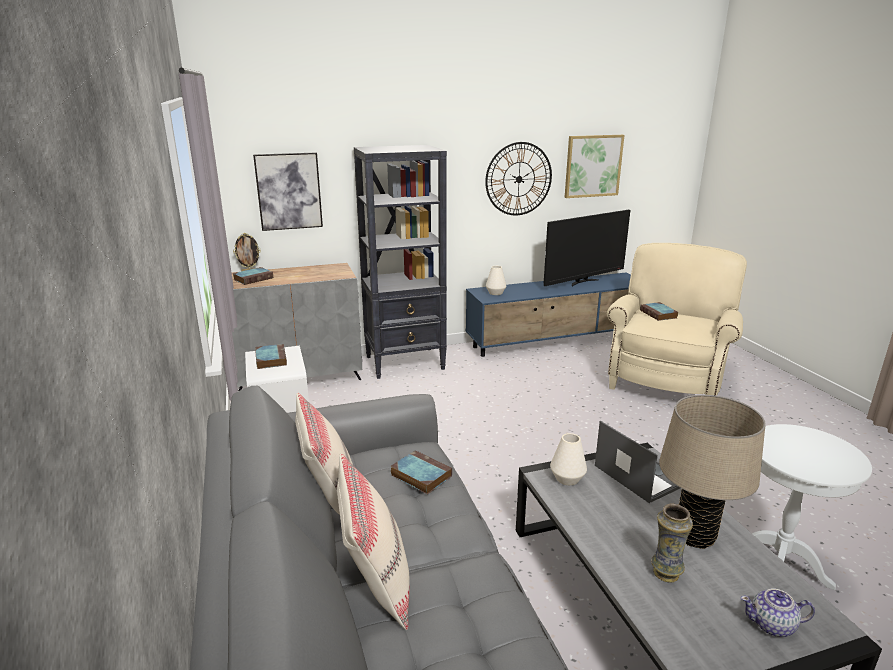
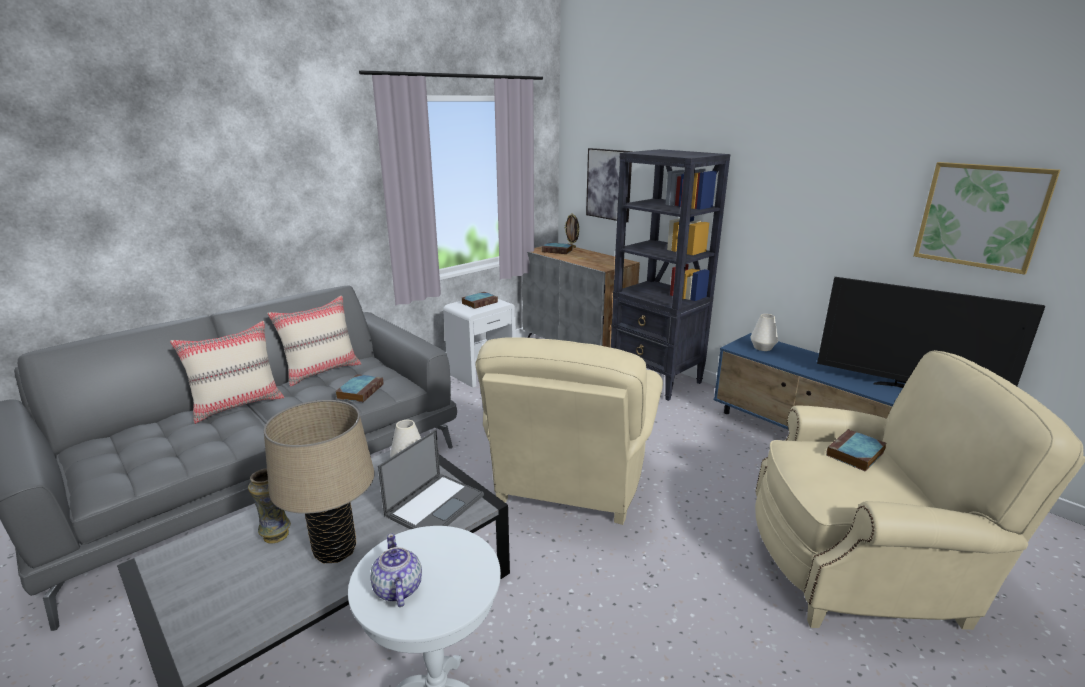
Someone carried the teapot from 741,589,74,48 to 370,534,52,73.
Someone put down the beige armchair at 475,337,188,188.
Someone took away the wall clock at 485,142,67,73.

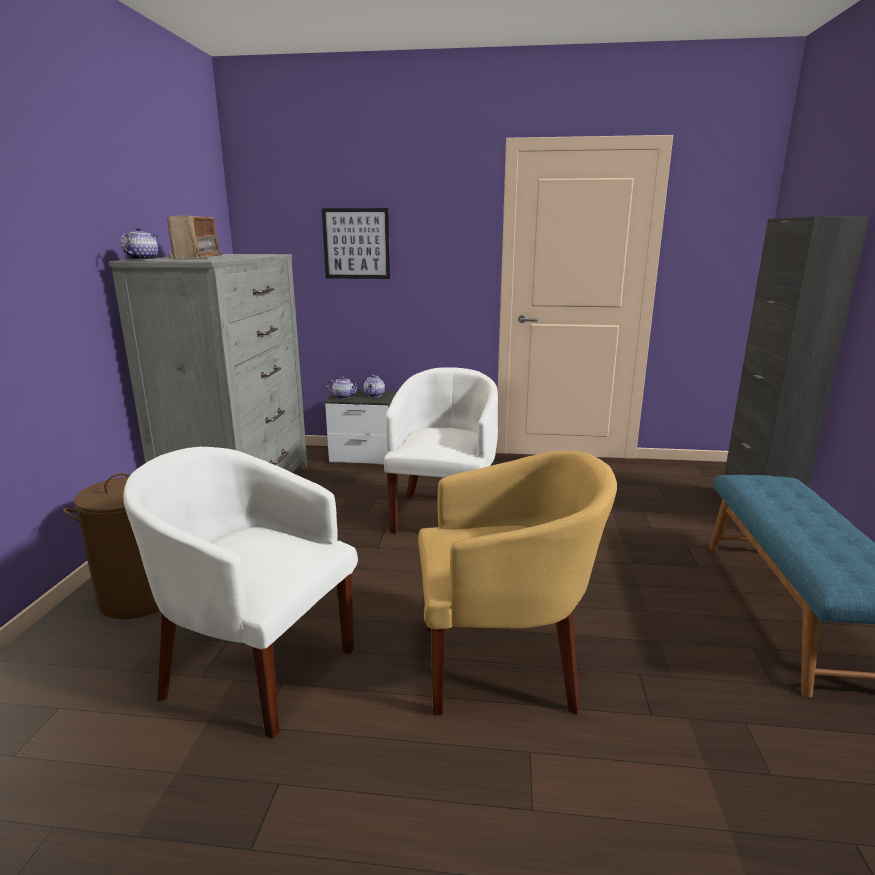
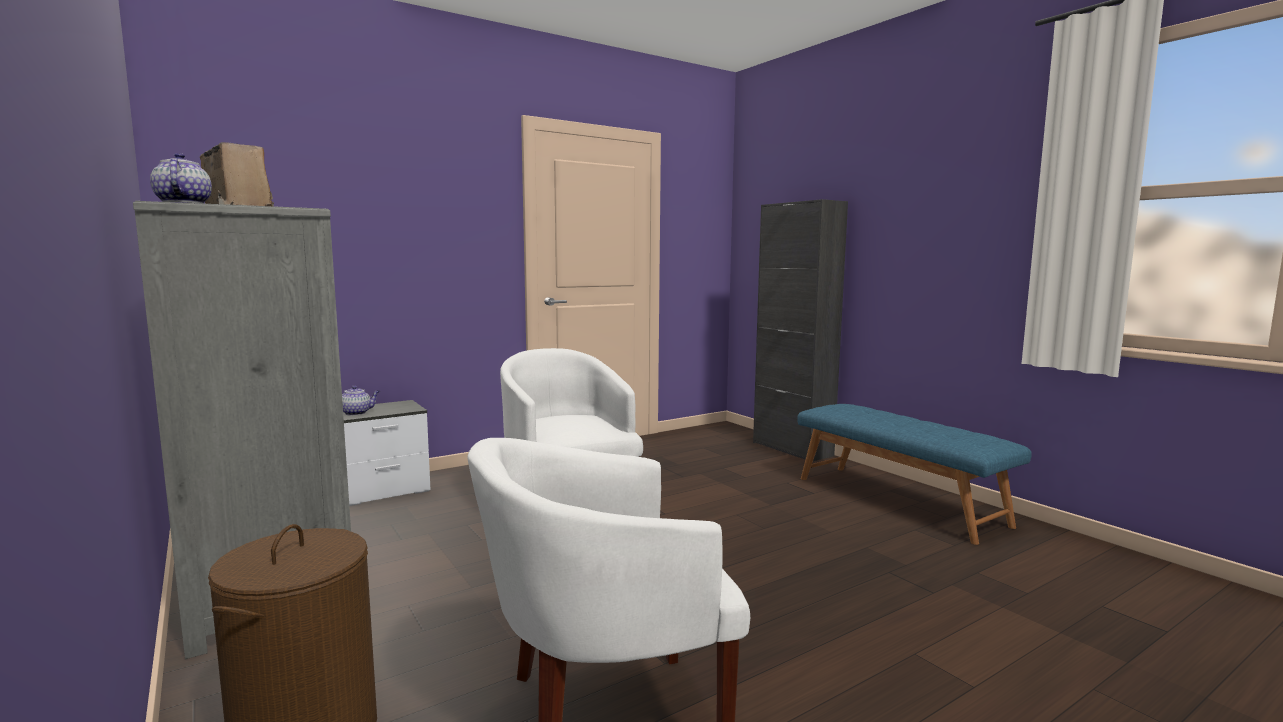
Someone took away the picture at 322,208,68,71.
Someone took away the teapot at 363,375,22,22.
Someone took away the yellow armchair at 418,451,199,265.

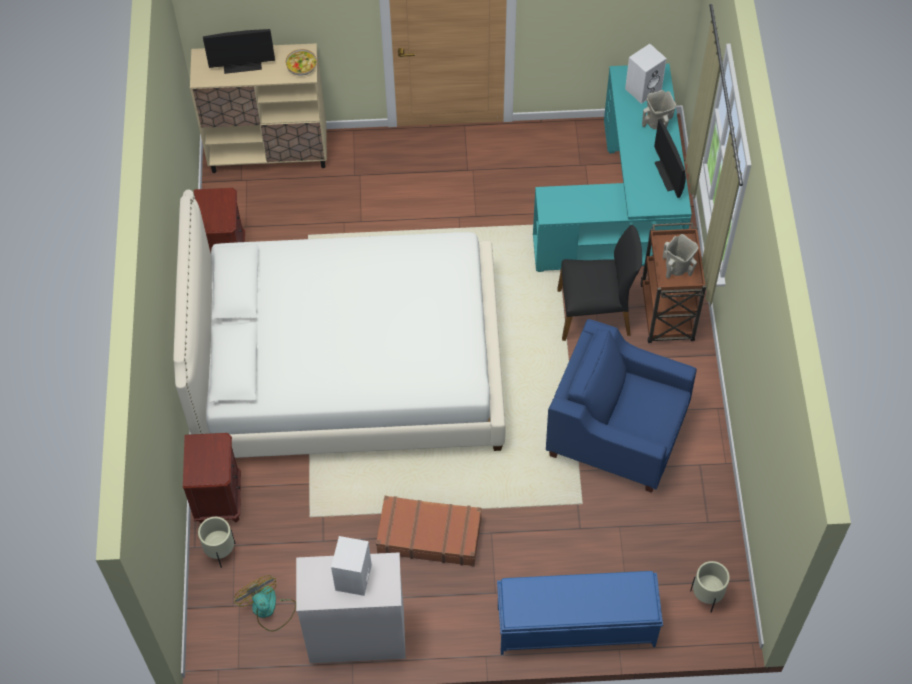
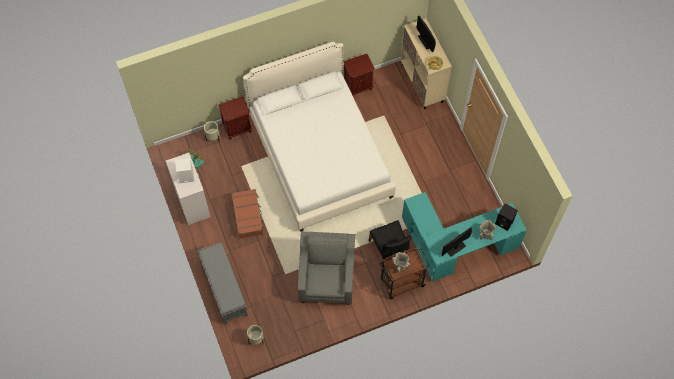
Someone repainted the blue bench at 497,571,166,84, which became the grey bench at 197,242,51,82.
Someone repainted the blue armchair at 546,319,151,174, which became the grey armchair at 298,231,57,74.
Someone repainted the white speaker at 625,44,42,60, which became the black speaker at 495,203,23,28.

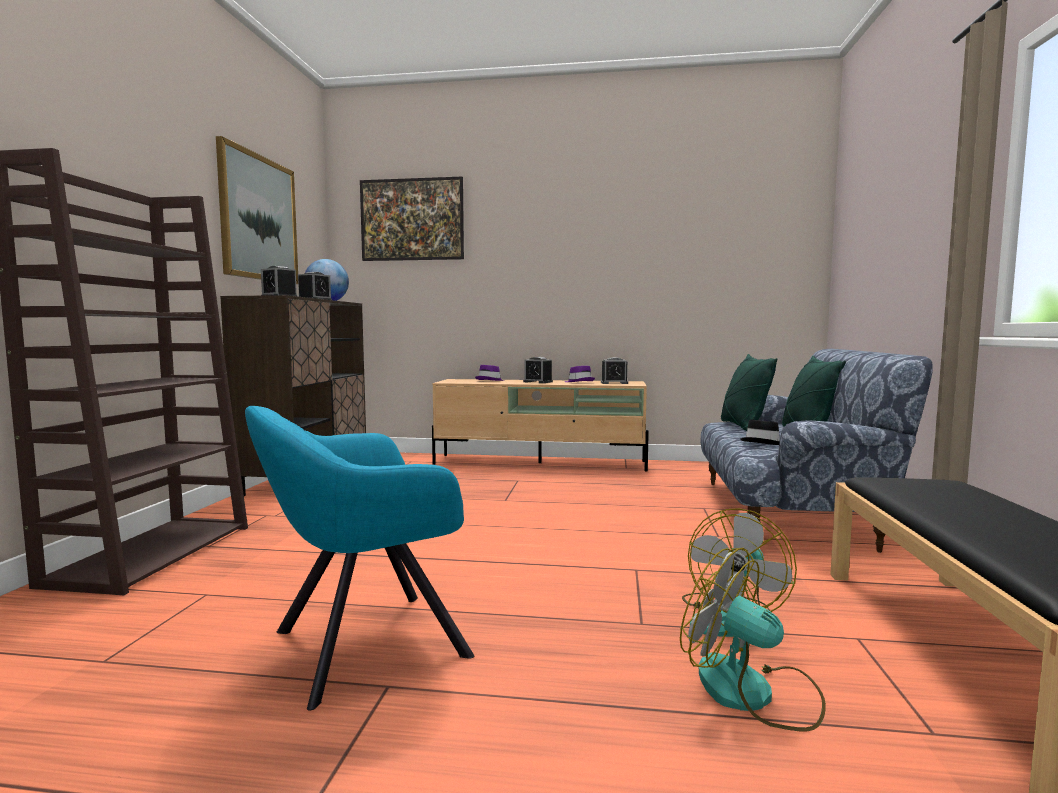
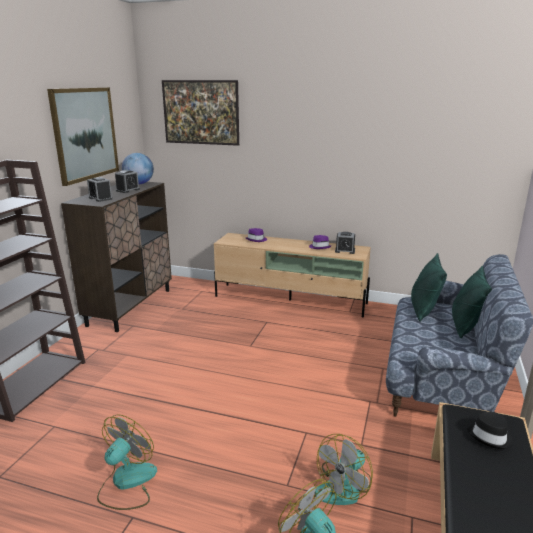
Someone swapped the turquoise armchair at 245,406,229,304 for the fan at 97,414,60,96.
Someone carried the black hat from 740,420,40,25 to 467,412,46,37.
Someone took away the alarm clock at 523,357,30,26.

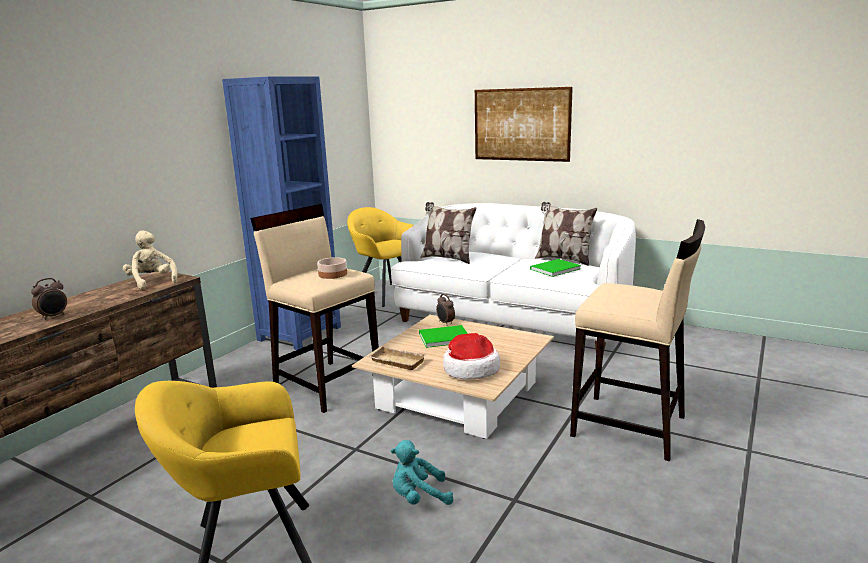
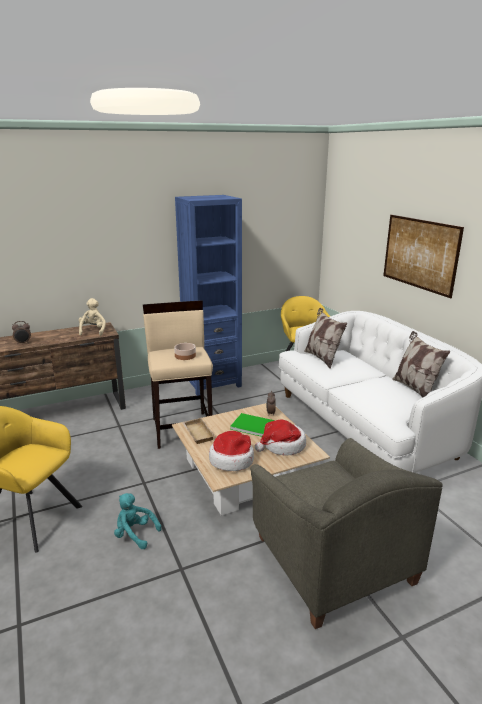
Someone swapped the beige stool at 570,219,135,242 for the grey armchair at 250,438,193,191.
Someone put down the hat at 255,420,51,36.
Someone took away the green book at 530,259,51,18.

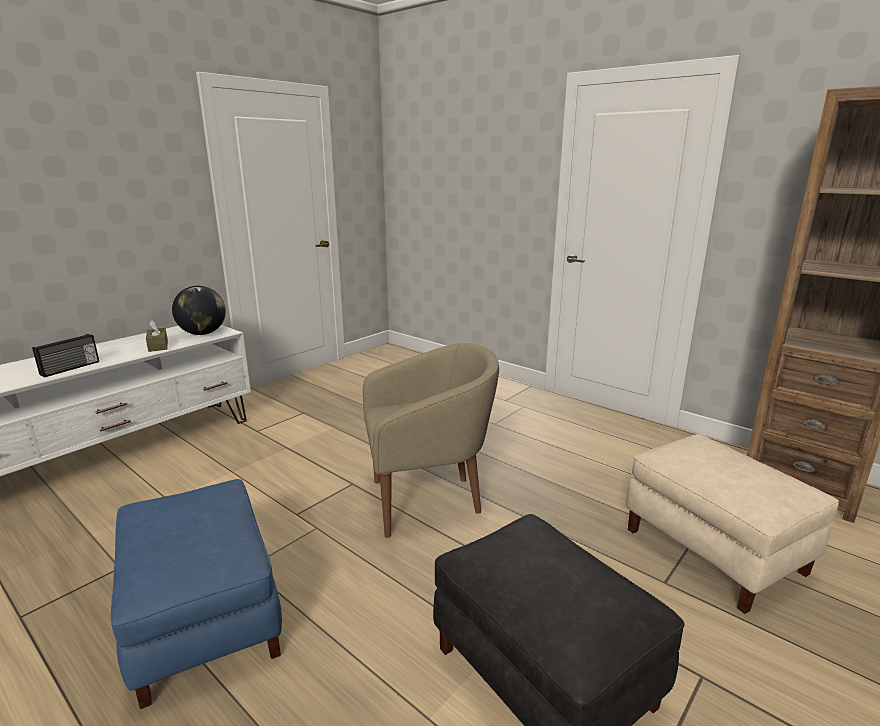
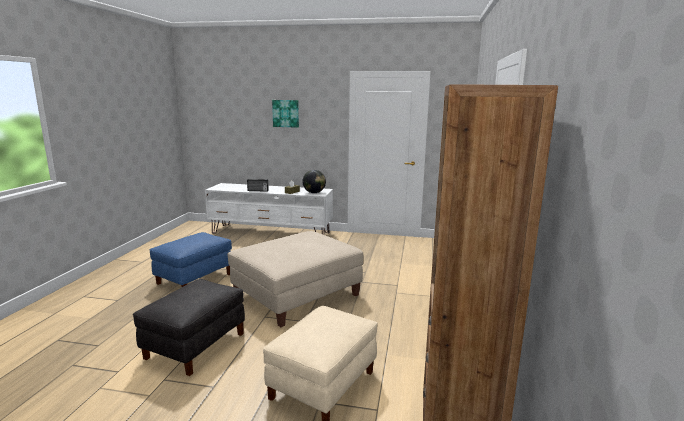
Someone swapped the beige armchair at 363,343,136,195 for the beige ottoman at 228,231,135,96.
Someone put up the picture at 272,100,27,28.

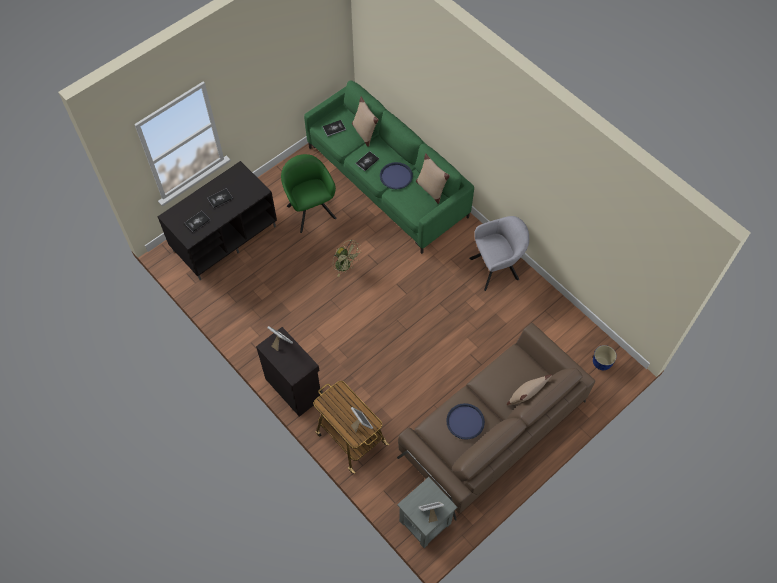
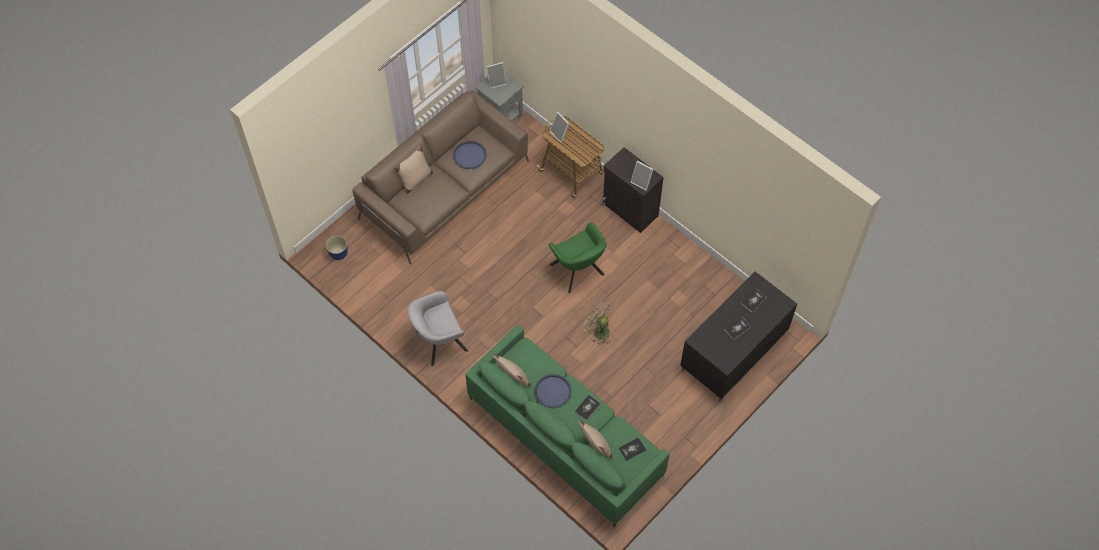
Someone carried the green armchair from 281,154,56,79 to 549,222,58,71.

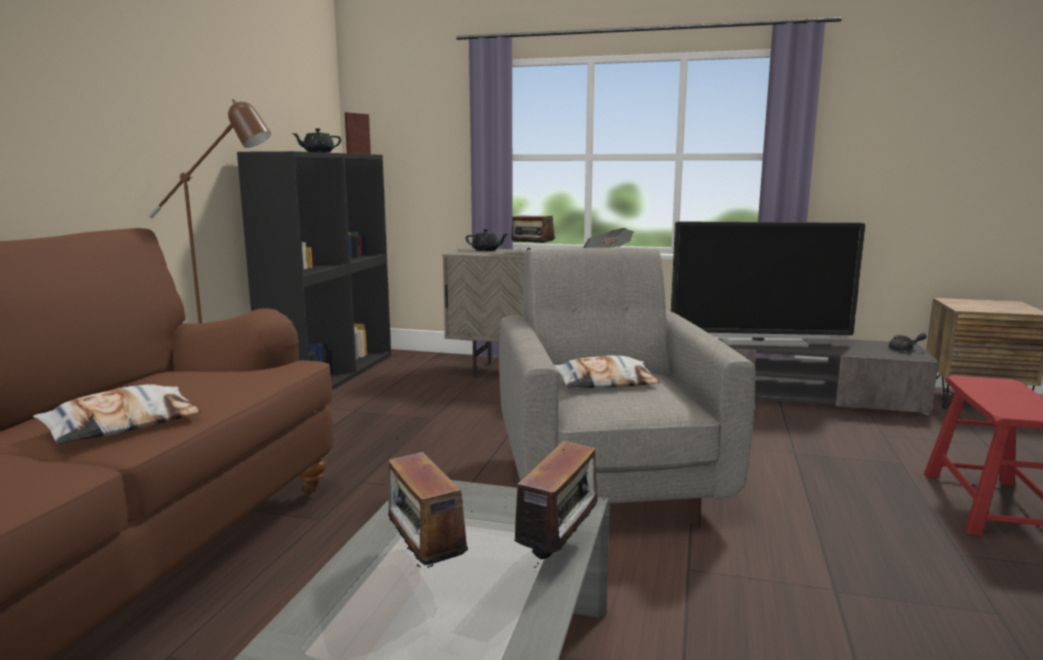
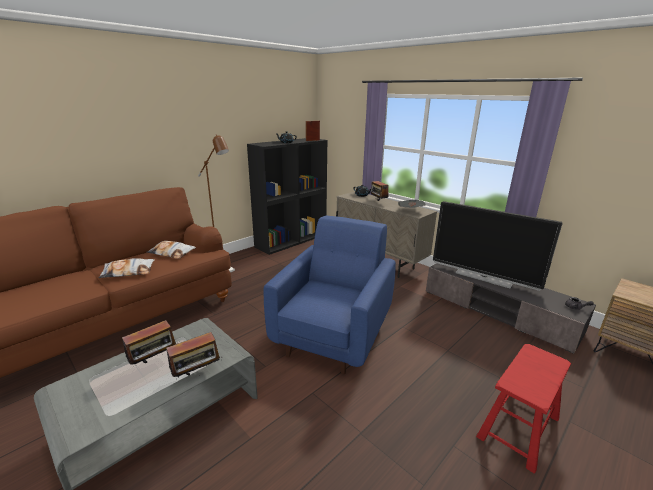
Someone rotated the radio at 388,439,84,132 by 135 degrees counterclockwise.
Someone carried the pillow from 554,355,106,33 to 146,241,50,18.
Someone repainted the grey armchair at 499,247,256,280, which became the blue armchair at 264,216,132,158.

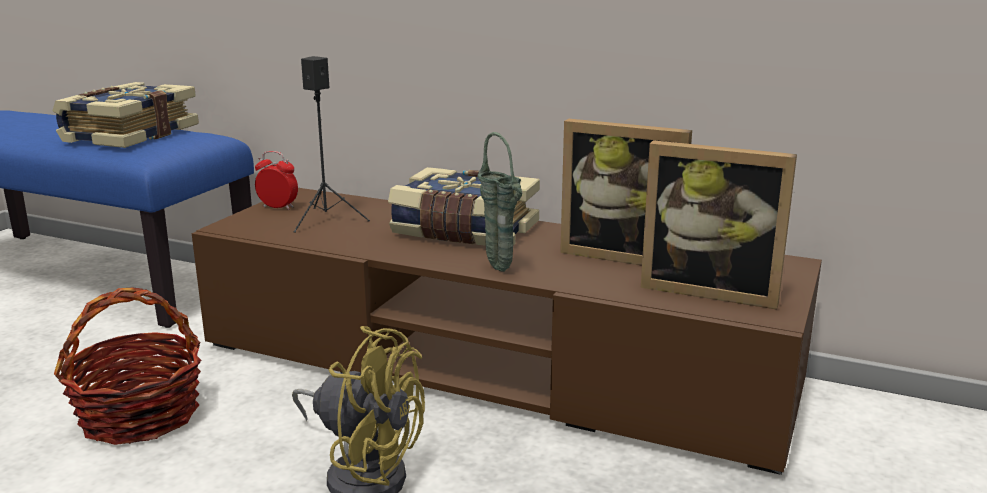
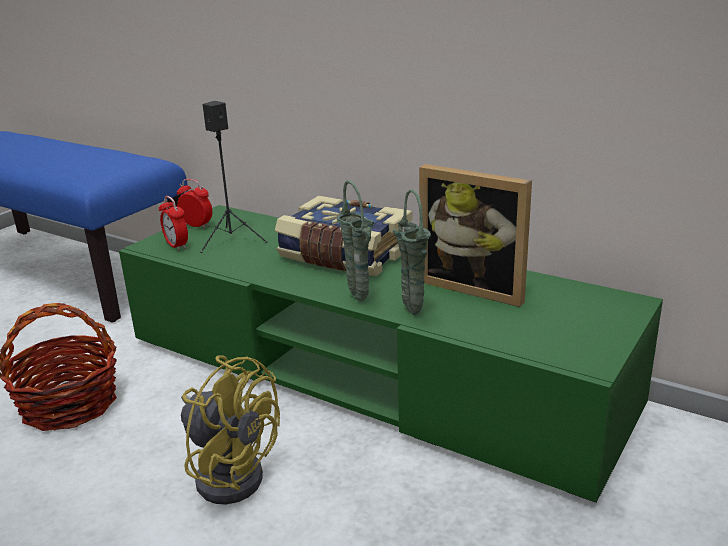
Someone repainted the brown tv stand at 192,188,630,287, which became the green tv stand at 119,205,544,298.
Someone put down the alarm clock at 159,196,29,55.
Someone put down the green vase at 393,189,38,126.
Someone took away the book at 52,82,147,66.
Someone took away the picture frame at 641,140,156,170.

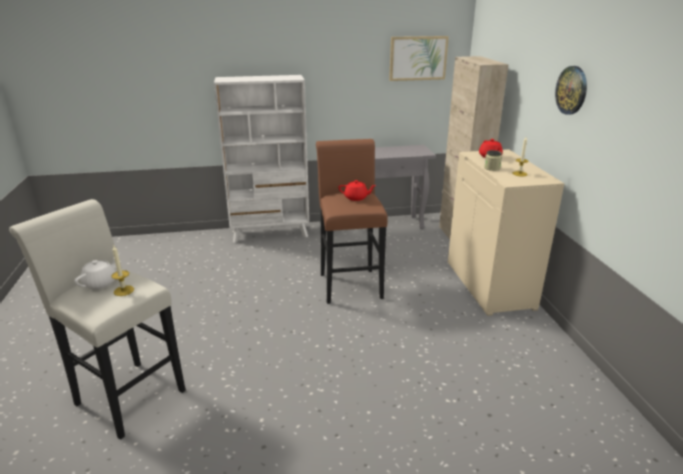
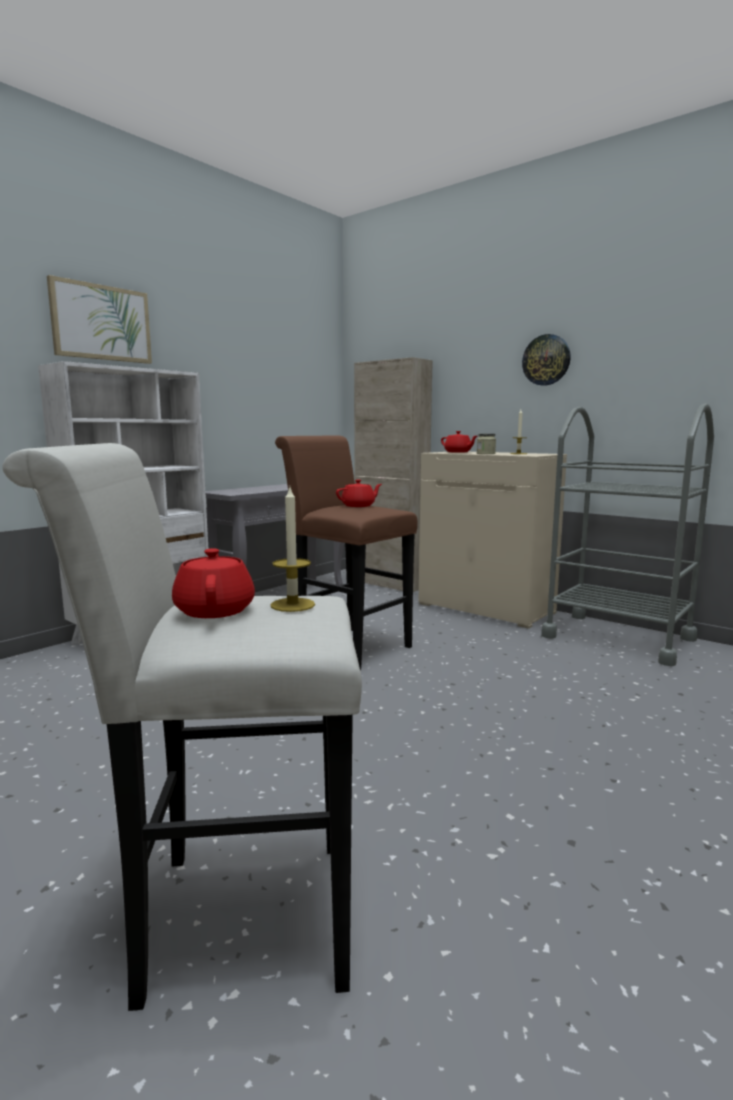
Someone carried the picture from 389,36,60,45 to 47,275,105,89.
Someone repainted the white teapot at 74,254,45,35, which became the red teapot at 172,548,83,70.
Someone put down the grey cart at 541,404,173,262.

